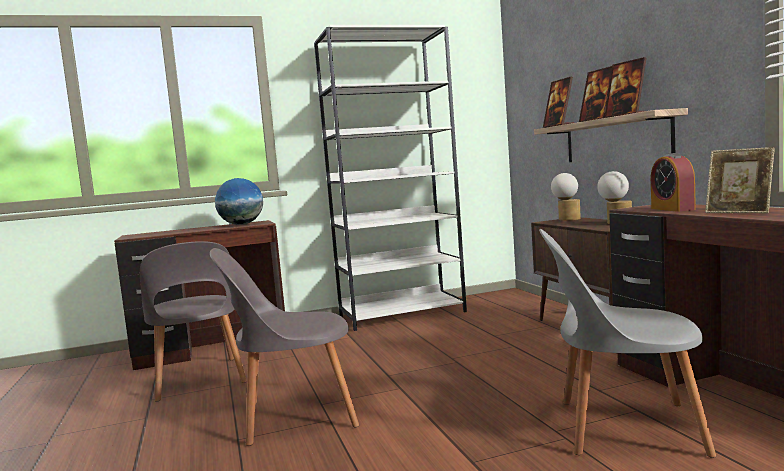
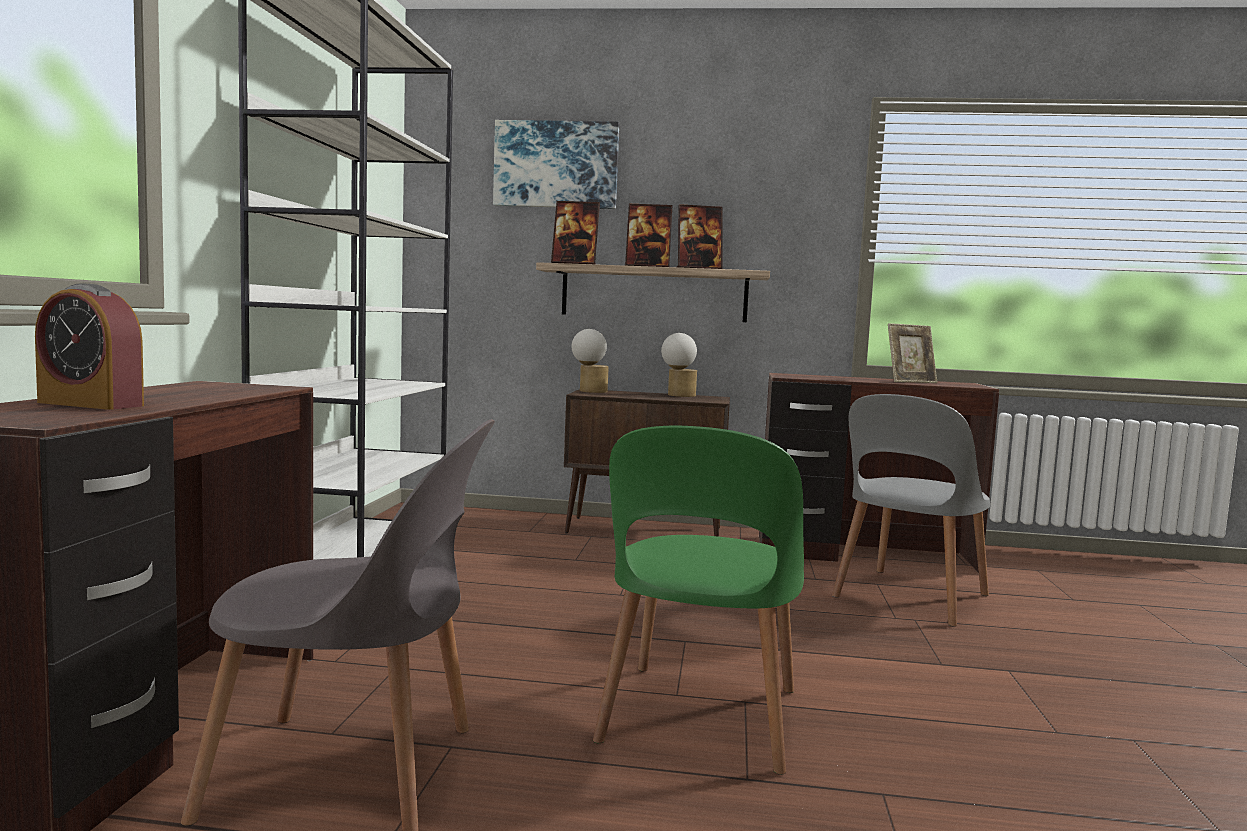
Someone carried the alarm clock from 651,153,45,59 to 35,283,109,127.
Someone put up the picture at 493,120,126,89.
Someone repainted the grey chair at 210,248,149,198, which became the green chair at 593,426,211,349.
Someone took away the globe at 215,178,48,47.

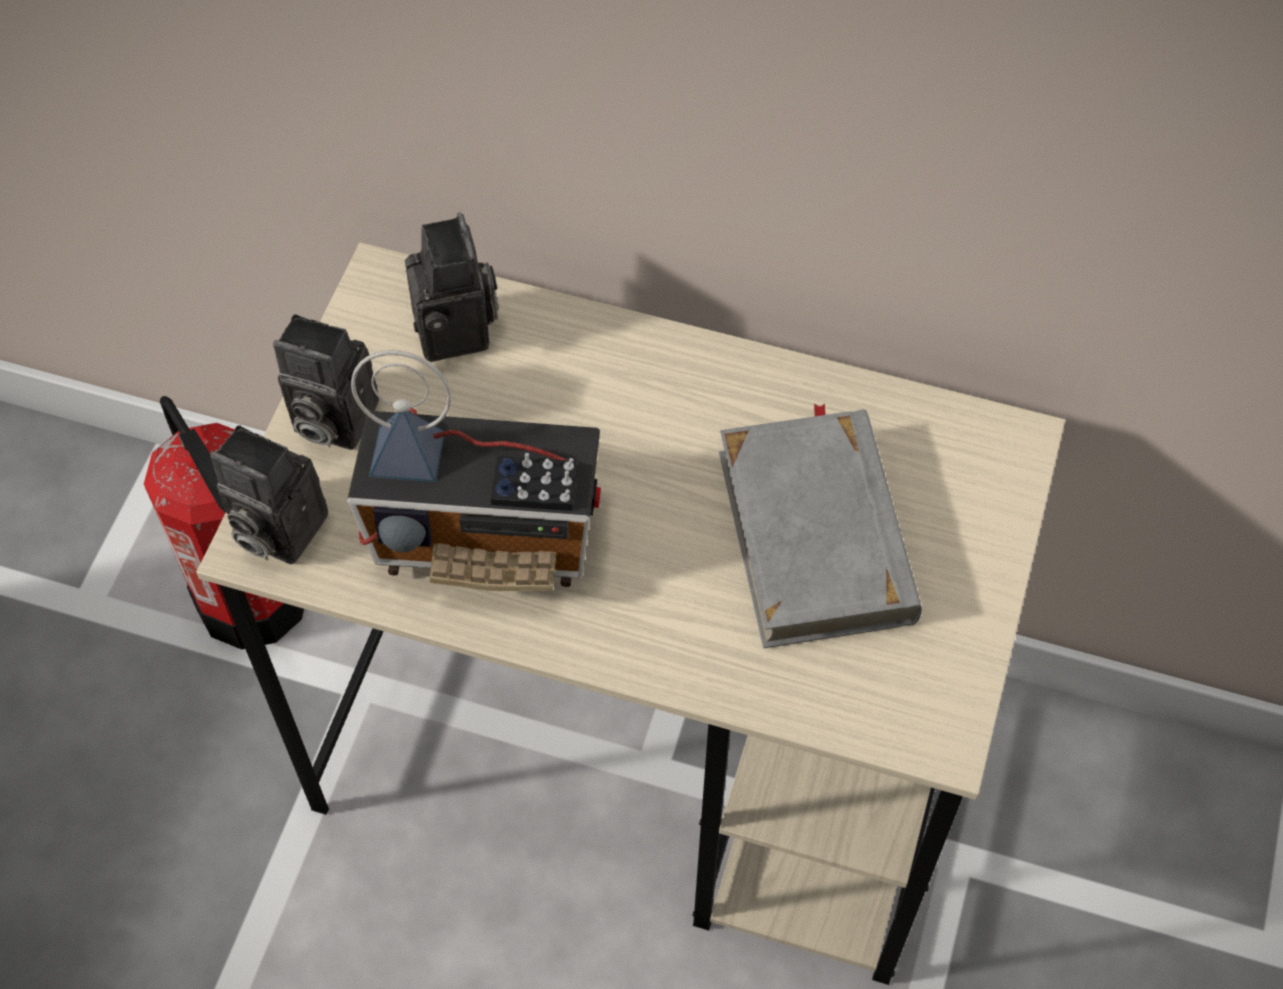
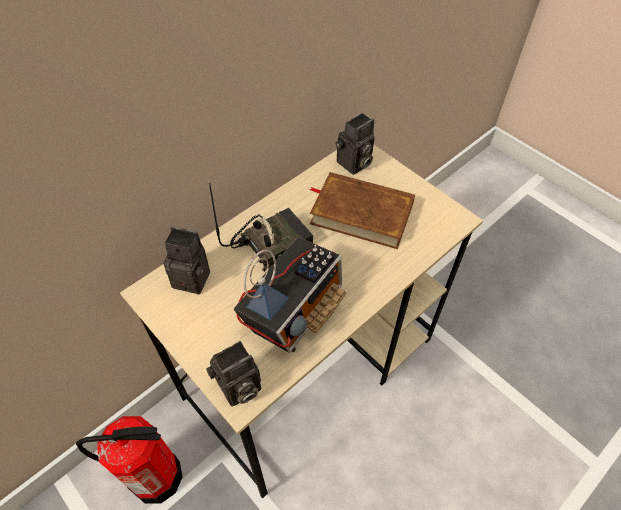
Someone put down the radio at 209,183,104,89.
Someone repainted the grey book at 719,403,203,245, which became the brown book at 309,172,106,77.
Someone carried the photo camera from 273,314,106,136 to 336,113,39,62.

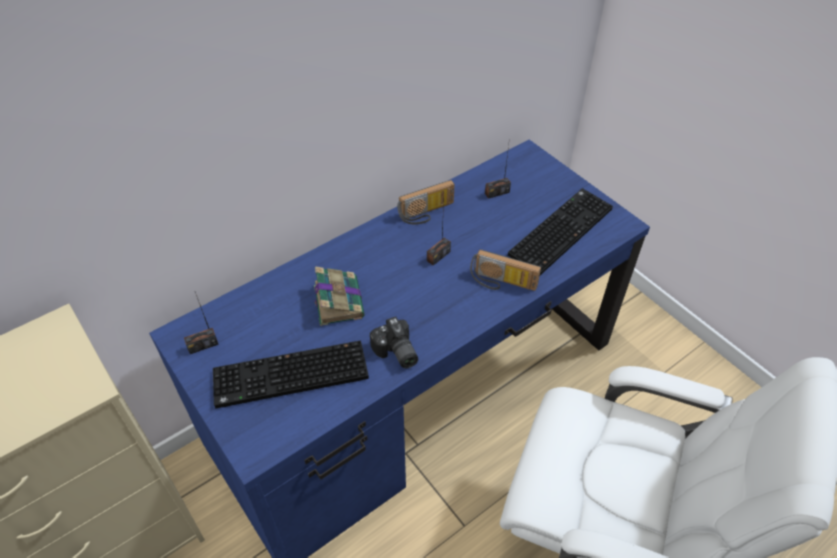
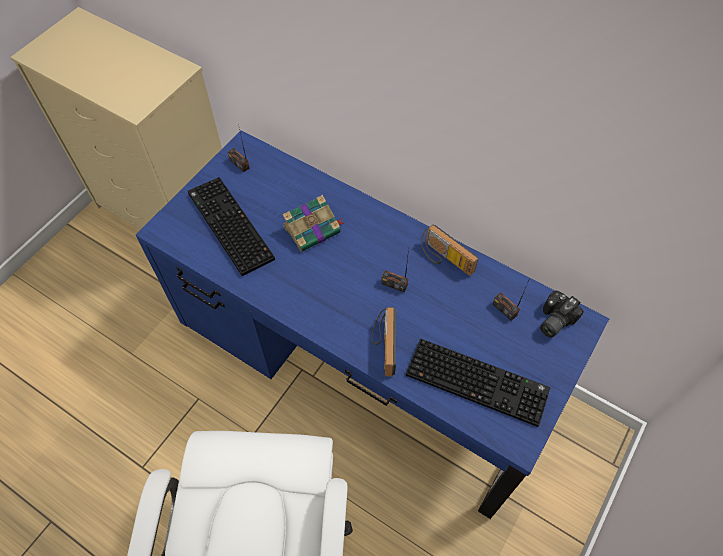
Someone carried the photo camera from 370,317,48,51 to 540,290,44,48.

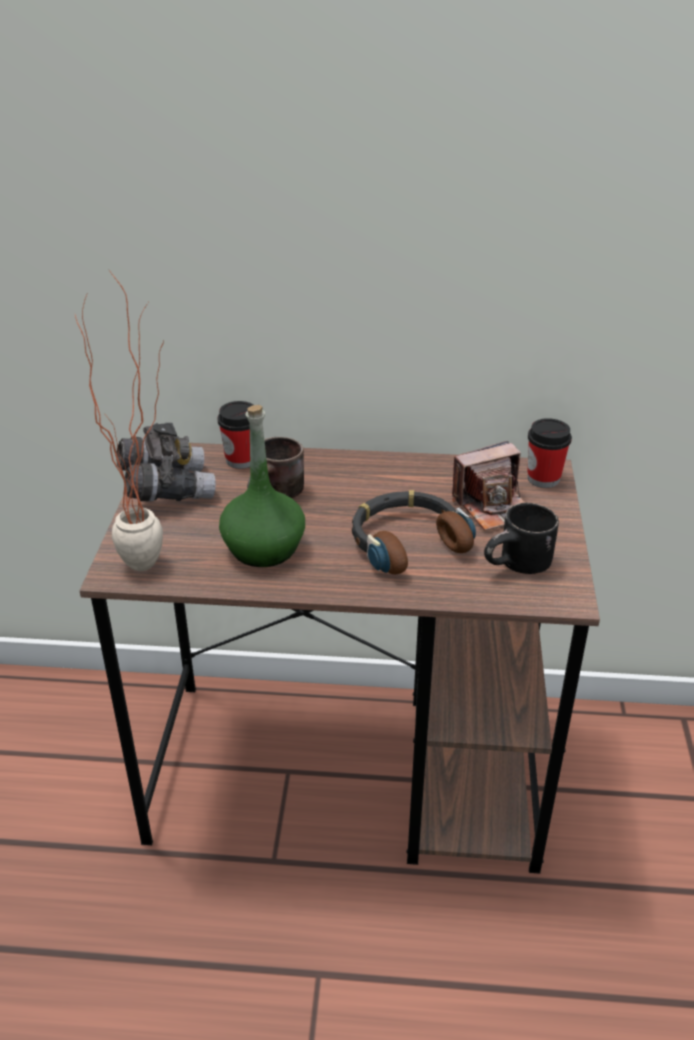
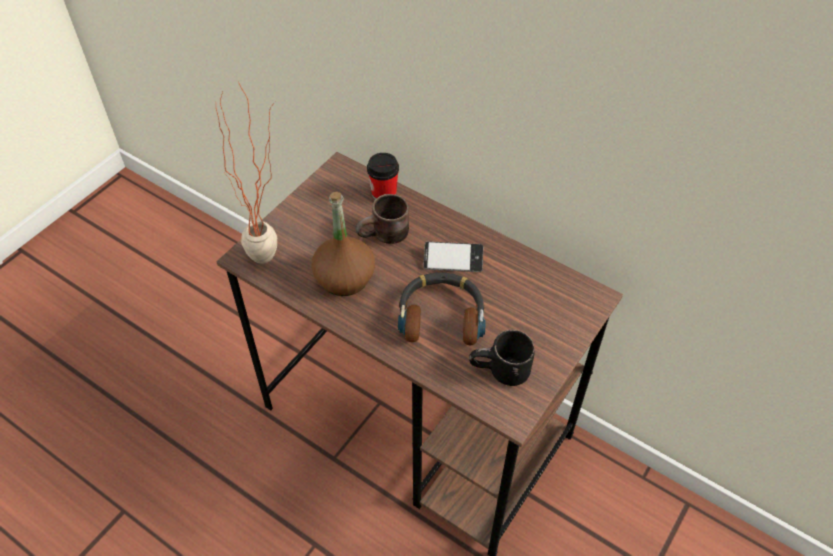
Someone repainted the green bottle at 219,405,86,162, which became the brown bottle at 311,192,64,104.
Someone put down the phone at 423,242,60,30.
Someone took away the grey binoculars at 116,423,100,78.
Someone took away the photo camera at 452,441,73,90.
Someone took away the cup at 528,418,44,70.

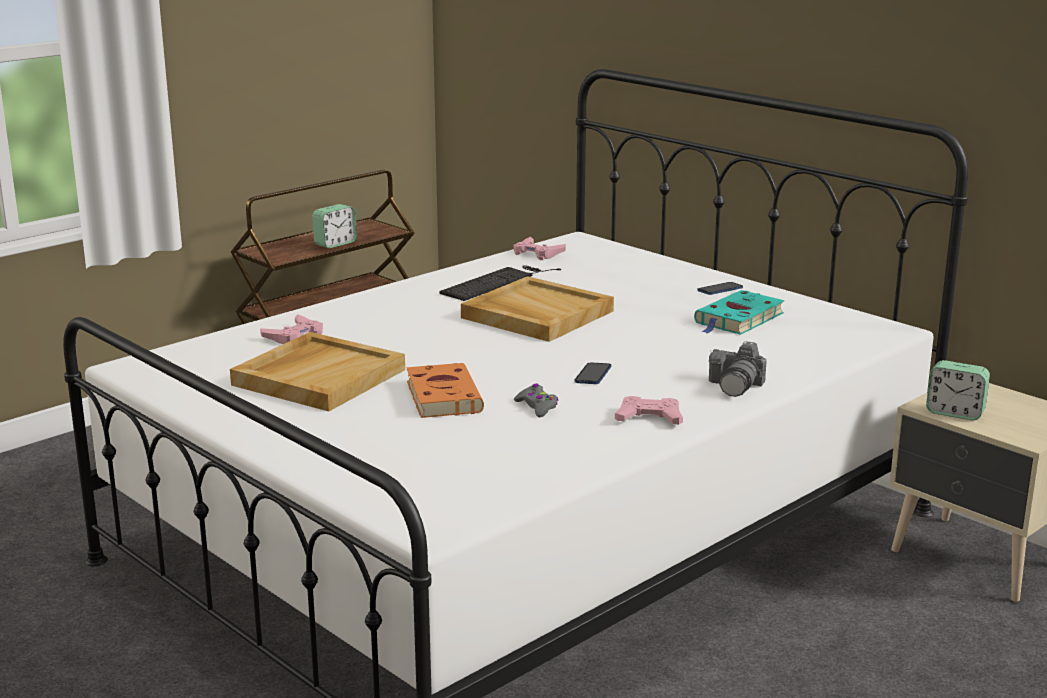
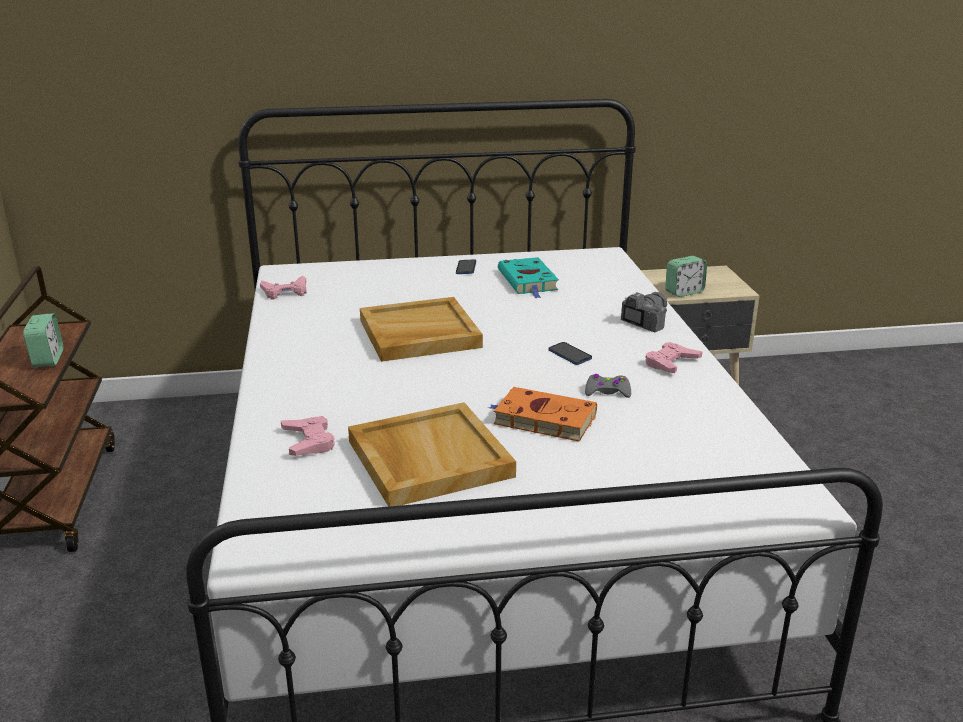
Someone rotated the photo camera at 709,341,58,56 by 105 degrees counterclockwise.
Someone took away the keyboard at 439,265,122,36.

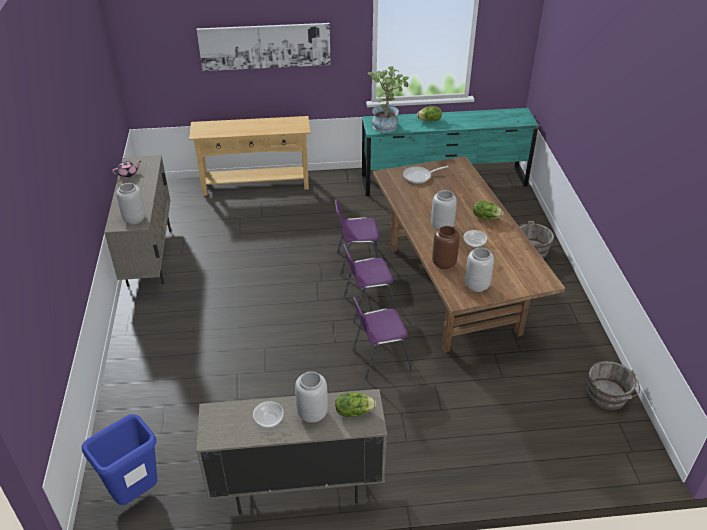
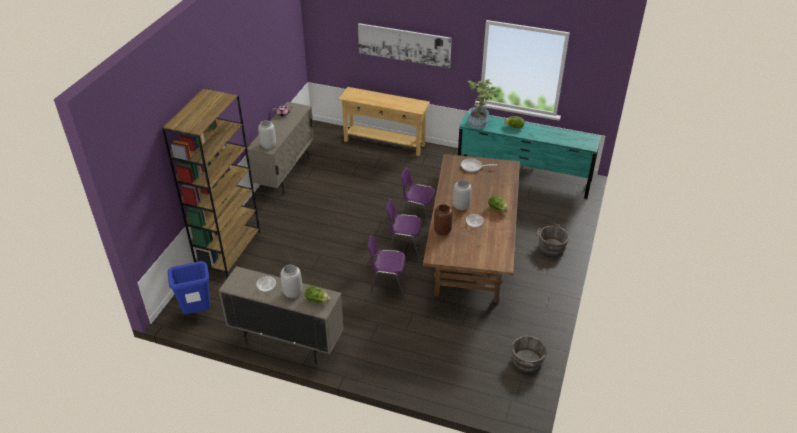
Someone put down the brown bookcase at 162,89,98,189.
Someone took away the grey vase at 465,247,29,45.

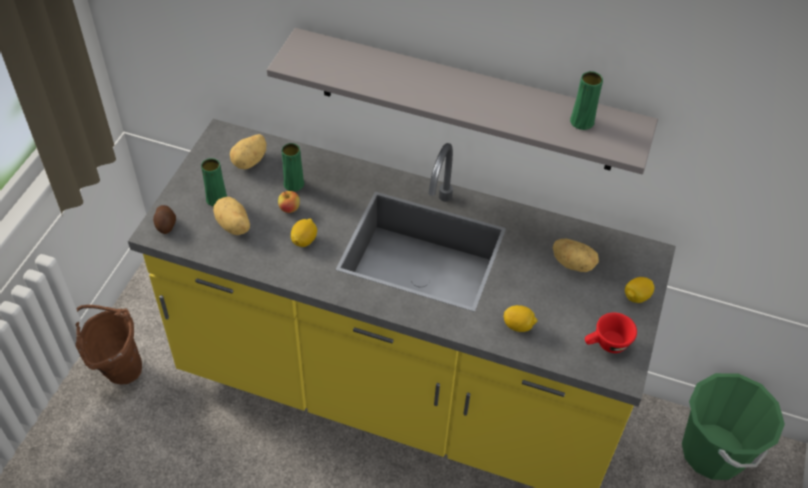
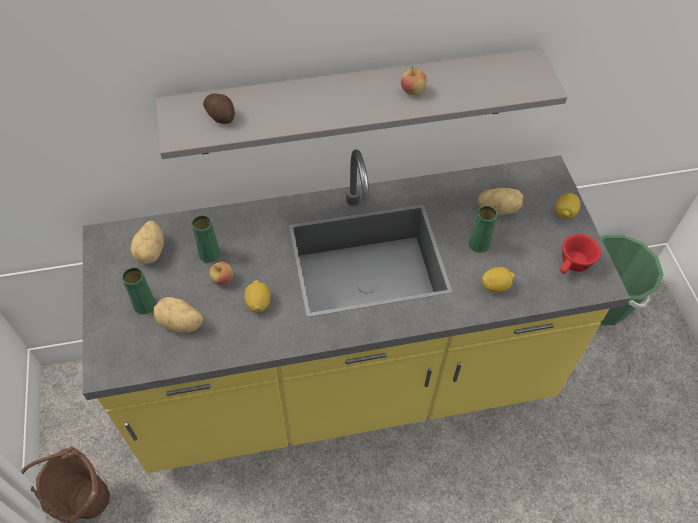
Someone carried the potato from 153,205,23,29 to 203,94,32,30.
Someone put down the apple at 401,66,26,29.
Someone carried the green vase from 570,71,33,59 to 468,205,29,48.

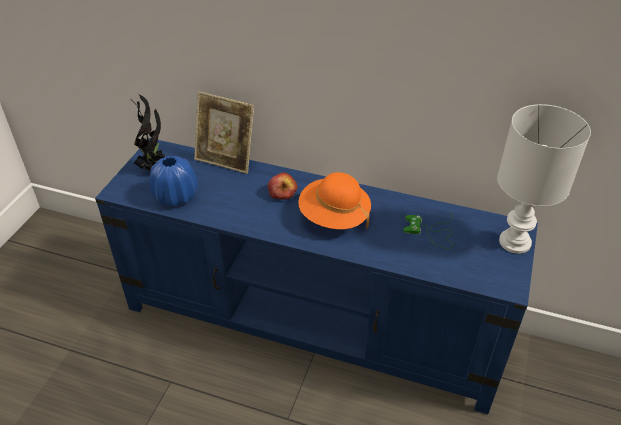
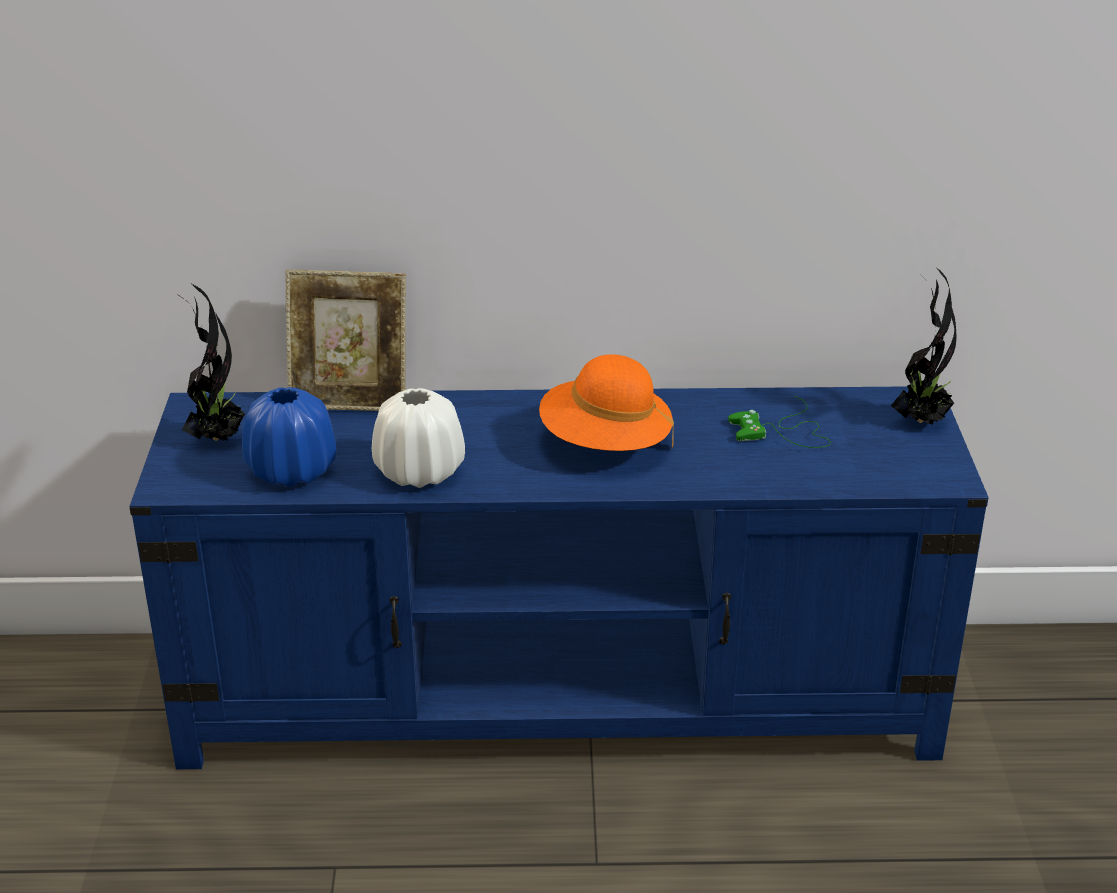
Someone put down the white vase at 372,388,93,100.
Someone swapped the white table lamp at 497,104,94,150 for the potted plant at 891,267,66,158.
Someone took away the apple at 268,172,30,28.

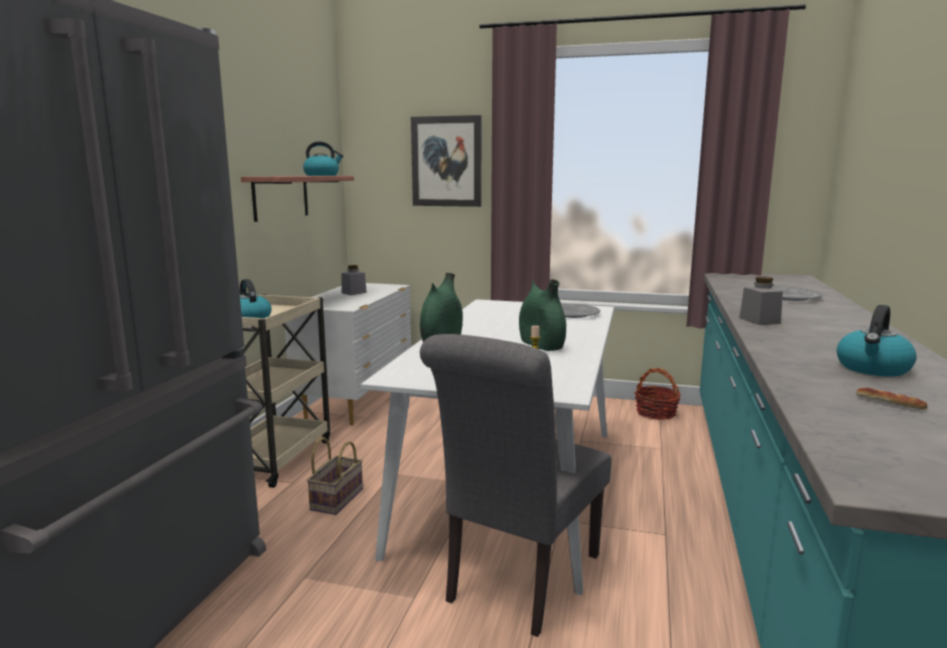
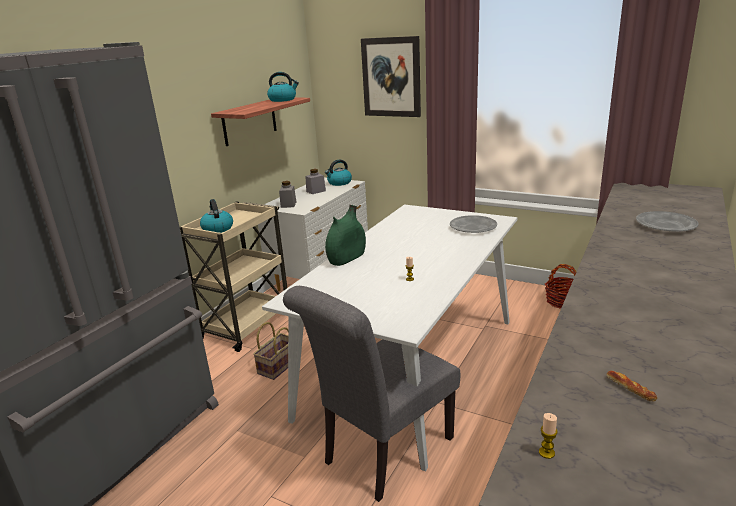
Someone carried the grey jar from 739,276,44,49 to 279,181,17,27.
Someone carried the kettle from 837,305,80,71 to 325,160,27,26.
Someone put down the candle at 539,413,19,46.
Someone took away the green vase at 519,279,47,72.

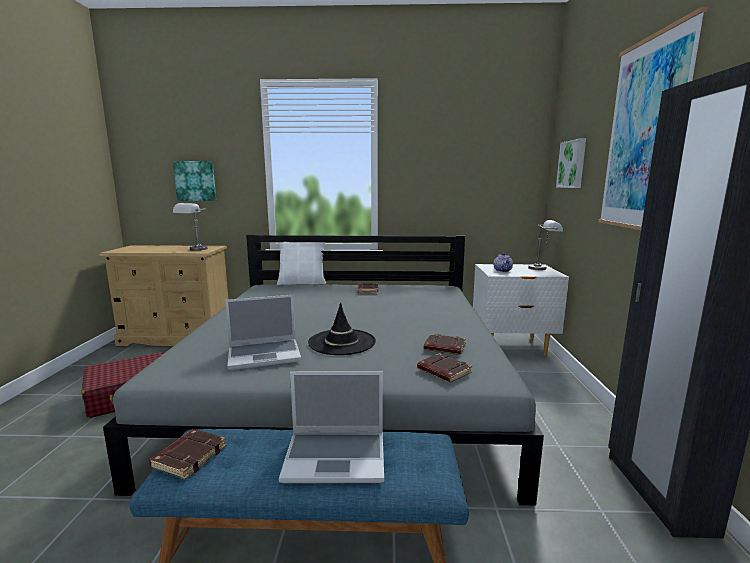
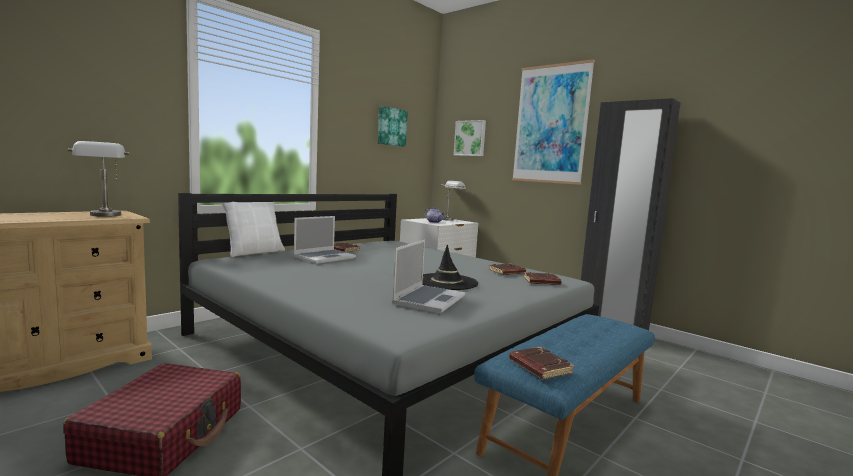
Someone carried the laptop from 279,371,105,112 to 293,216,63,48.
Someone carried the picture from 173,161,43,40 to 378,106,30,41.

